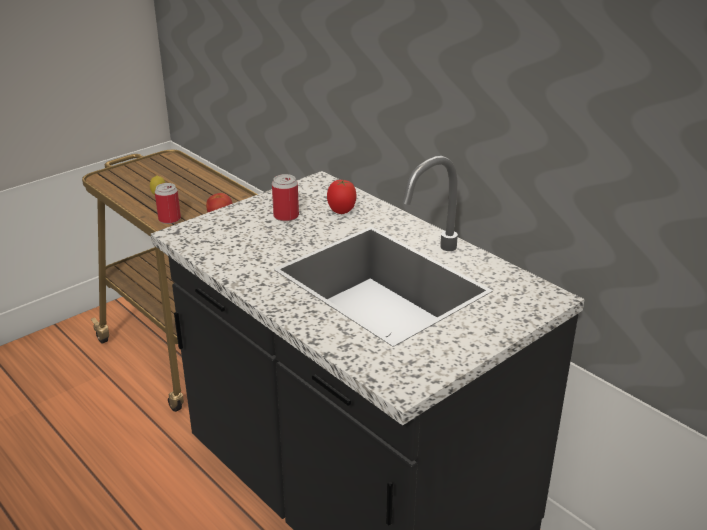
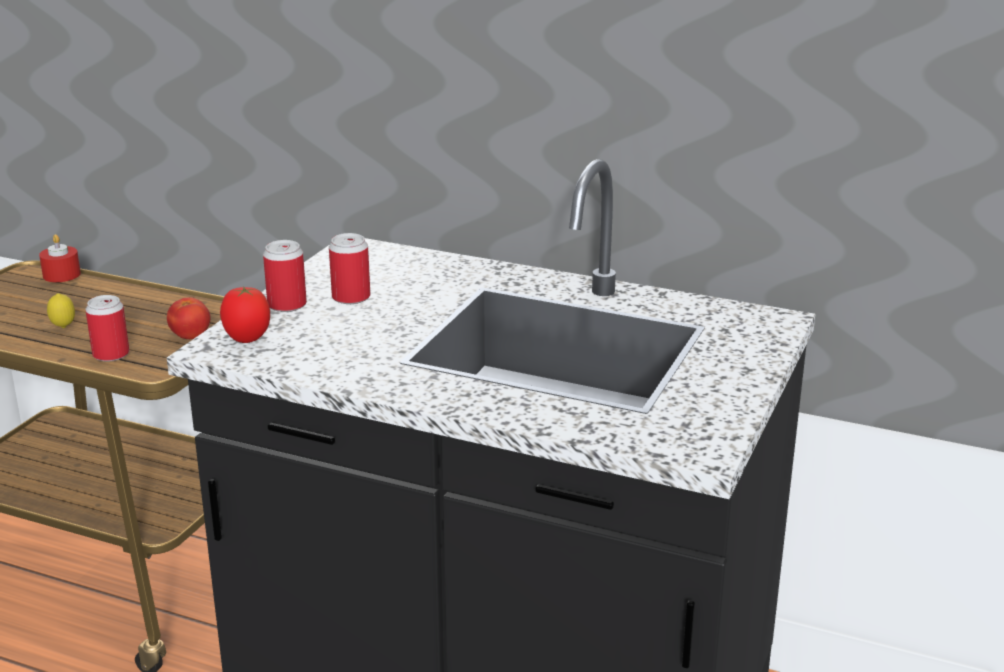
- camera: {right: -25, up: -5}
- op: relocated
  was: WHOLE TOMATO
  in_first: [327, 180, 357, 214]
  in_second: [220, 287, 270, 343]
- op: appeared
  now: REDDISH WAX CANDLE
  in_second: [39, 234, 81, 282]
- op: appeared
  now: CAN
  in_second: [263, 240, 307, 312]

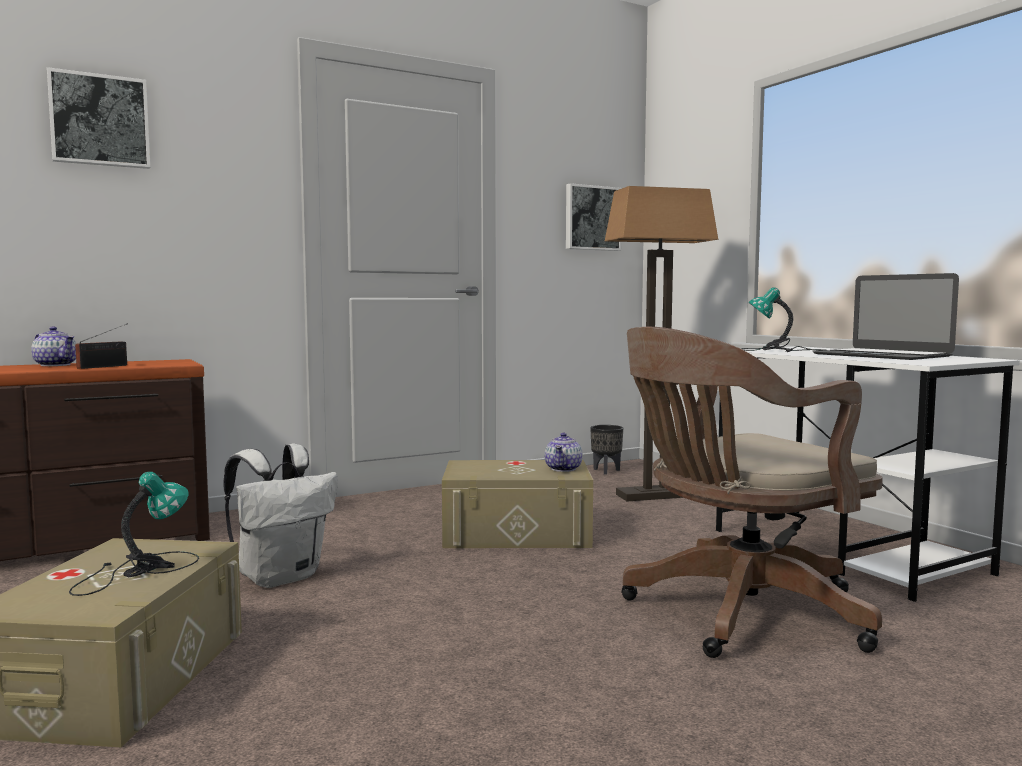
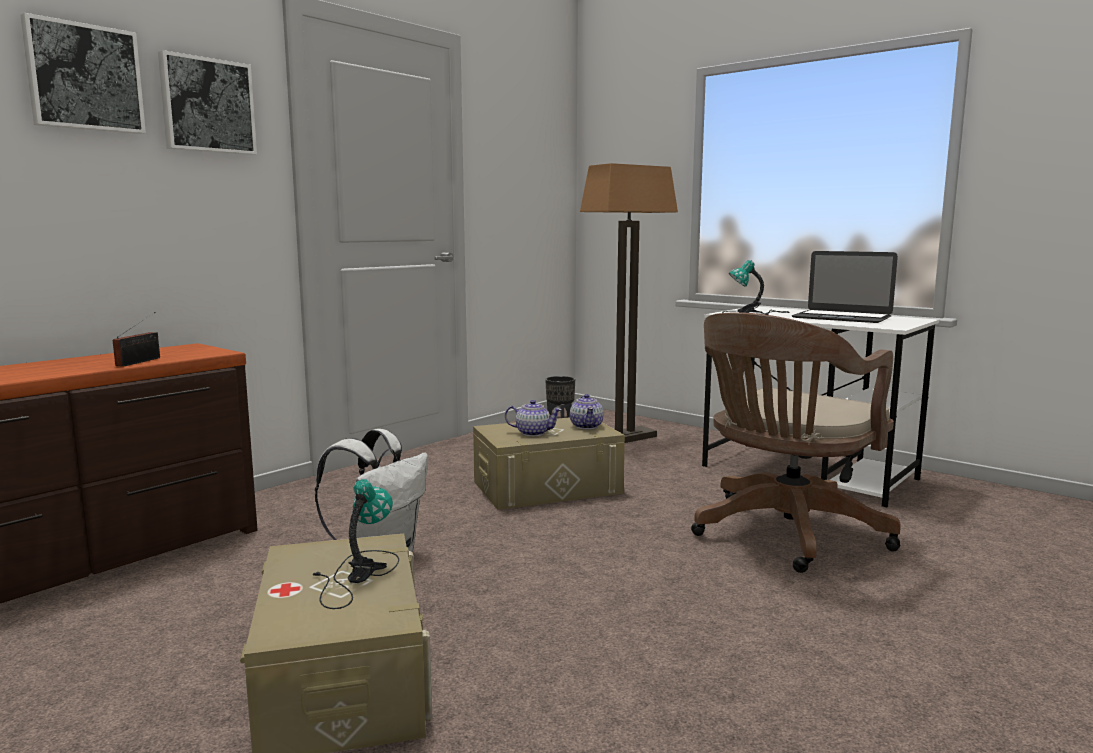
- camera: {right: -20, up: 5}
- op: relocated
  was: WALL PICTURE
  in_first: [566, 183, 622, 251]
  in_second: [158, 50, 257, 155]
- op: relocated
  was: POT FOR TEA
  in_first: [31, 326, 76, 366]
  in_second: [505, 400, 562, 436]

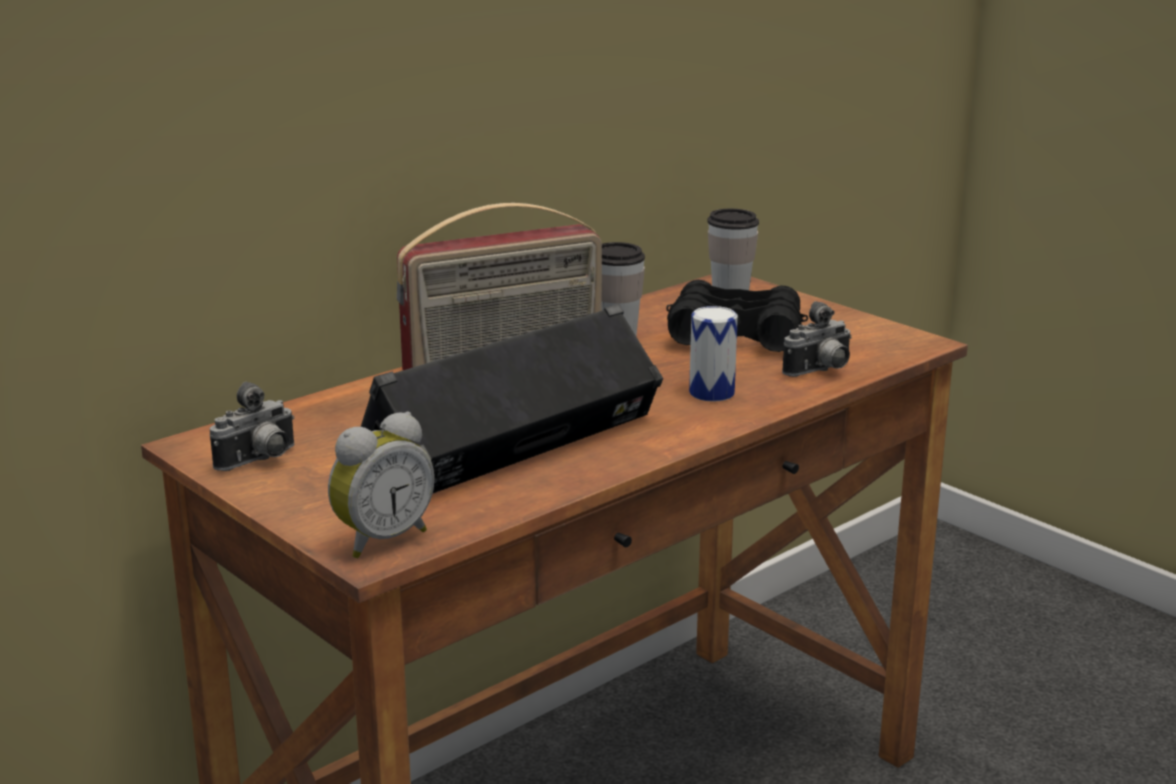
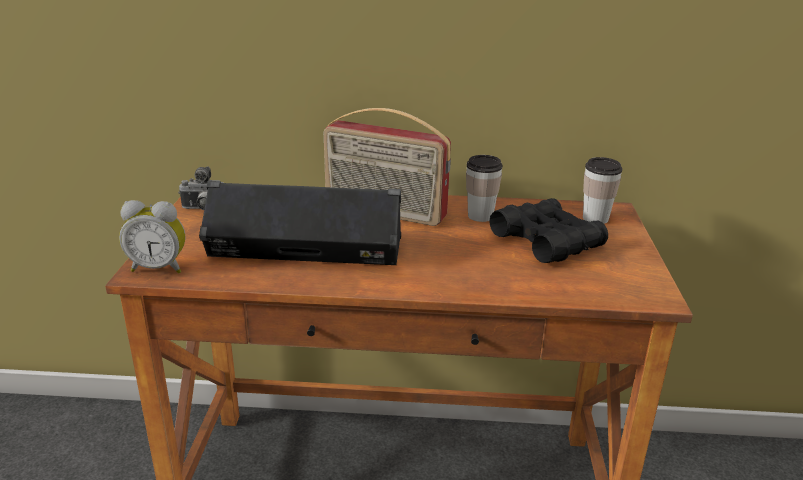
- camera: {right: 45, up: 5}
- op: missing
  was: STILL CAMERA
  in_first: [782, 301, 852, 377]
- op: missing
  was: CAN
  in_first: [689, 306, 738, 402]

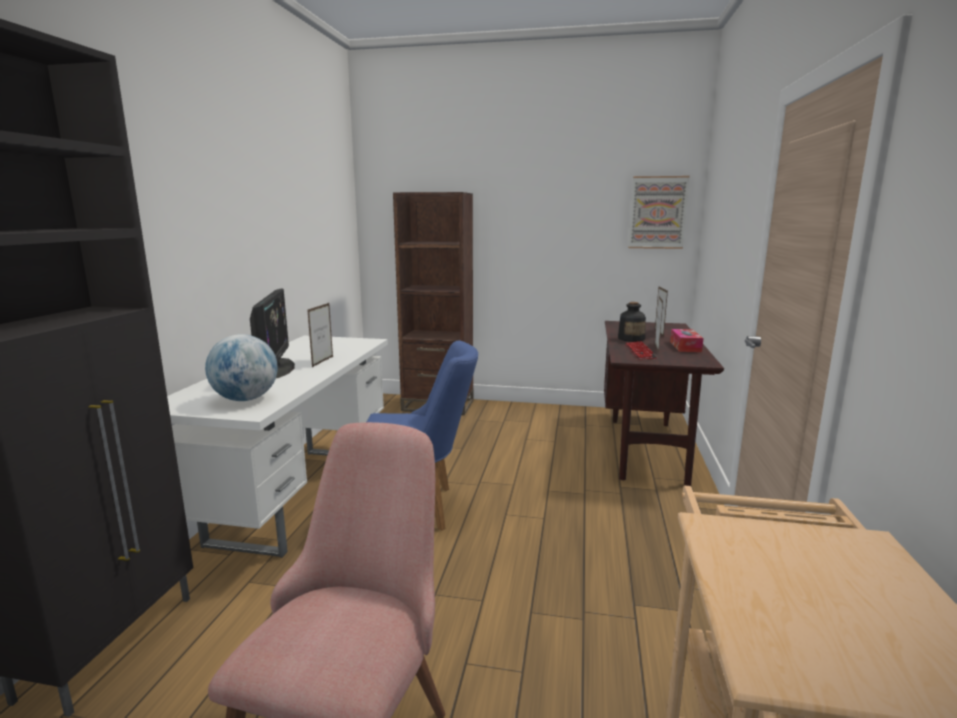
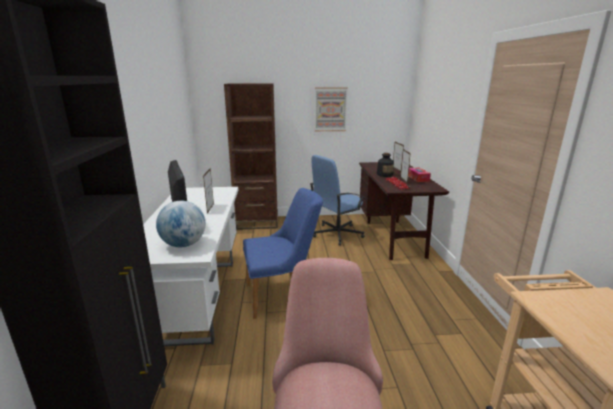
- camera: {right: -15, up: 5}
- op: relocated
  was: WALL PICTURE
  in_first: [628, 176, 690, 249]
  in_second: [315, 87, 348, 131]
- op: appeared
  now: BLUISH COMPUTER CHAIR
  in_second: [310, 155, 365, 246]

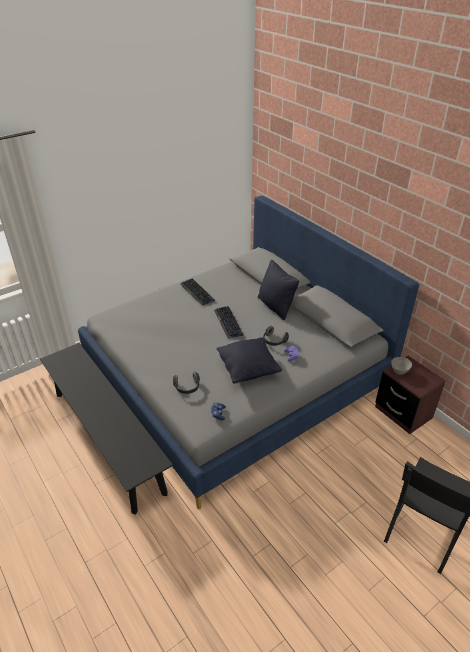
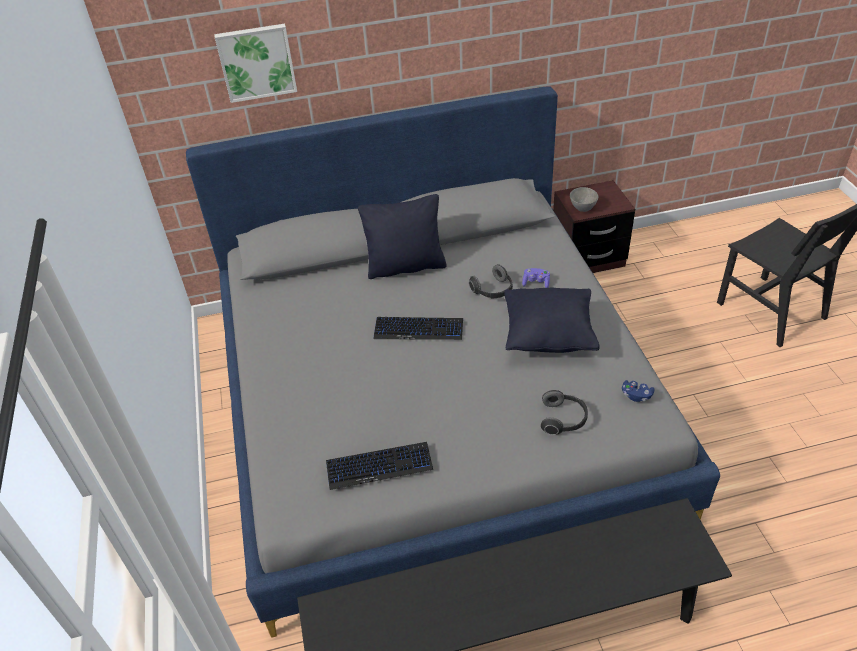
- camera: {right: -65, up: 5}
- op: relocated
  was: COMPUTER KEYBOARD
  in_first: [180, 278, 215, 305]
  in_second: [326, 442, 433, 490]
- op: appeared
  now: WALL PICTURE
  in_second: [214, 24, 297, 103]

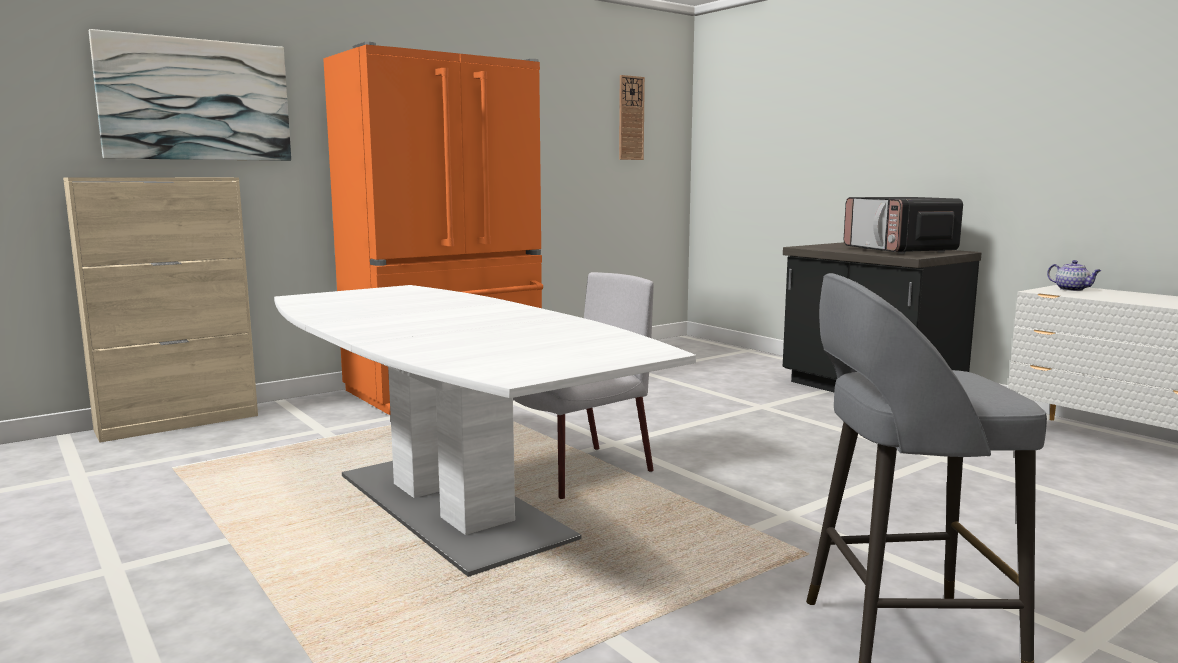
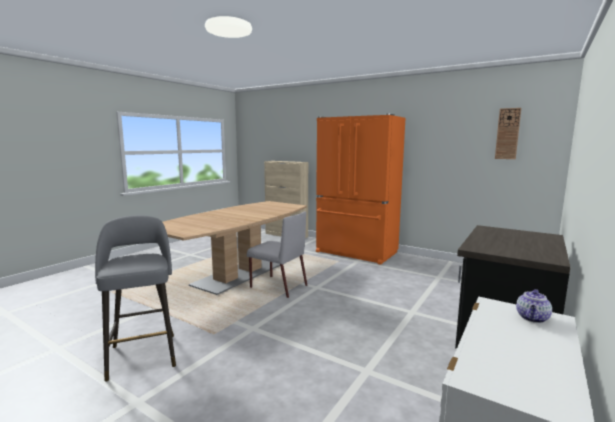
- camera: {right: 70, up: 0}
- op: missing
  was: WALL PICTURE
  in_first: [89, 29, 291, 161]
- op: missing
  was: KITCHEN MICROWAVE
  in_first: [844, 197, 963, 254]
- op: colour
  was: WHITISH DINNER TABLE
  now: BROWNISH DINNER TABLE
  in_first: [274, 285, 696, 577]
  in_second: [163, 201, 307, 295]

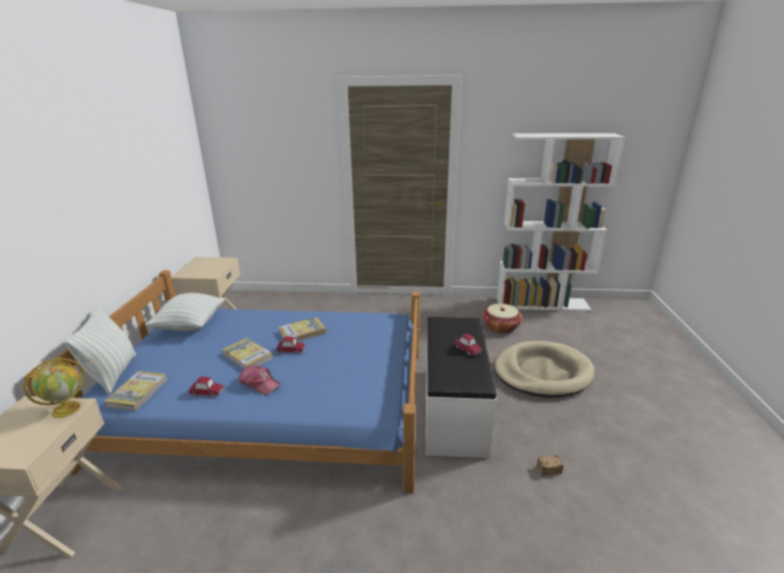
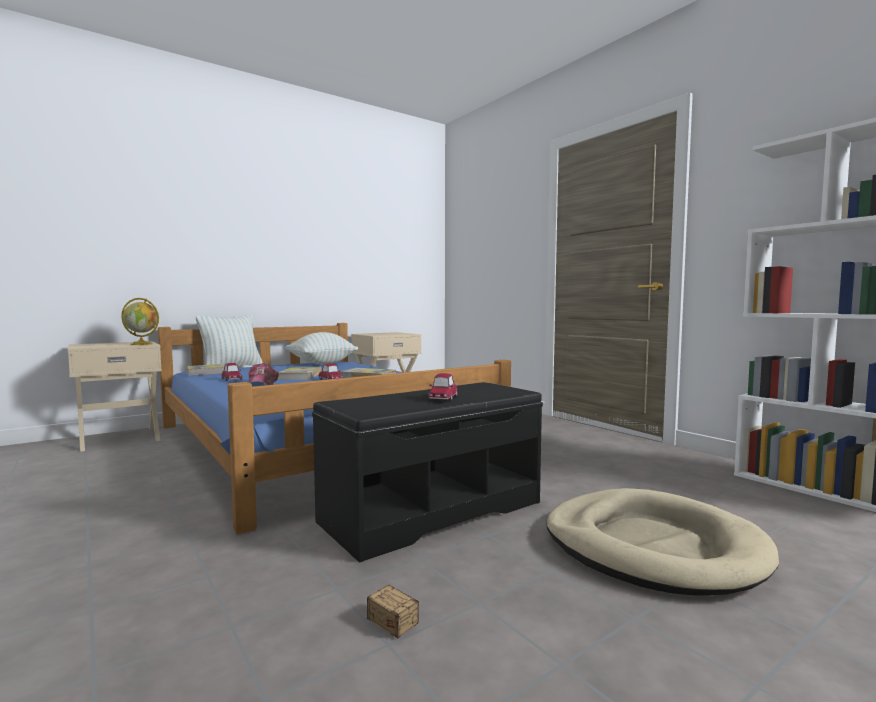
- camera: {right: 50, up: -20}
- op: missing
  was: STORAGE BASKET
  in_first: [482, 303, 522, 333]
- op: colour
  was: WHITISH LONG SEAT
  now: BLACK LONG SEAT
  in_first: [426, 317, 497, 458]
  in_second: [312, 382, 543, 563]

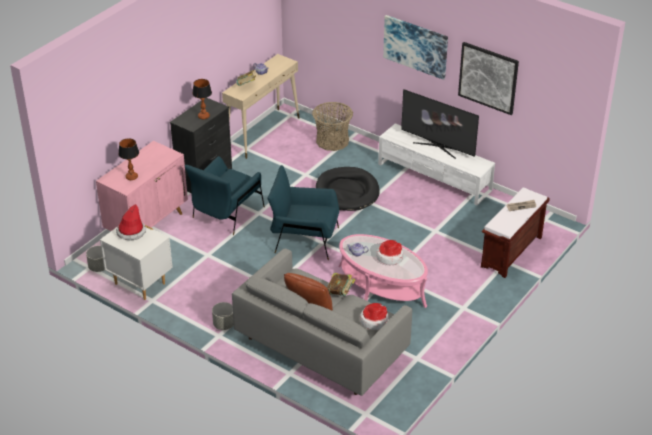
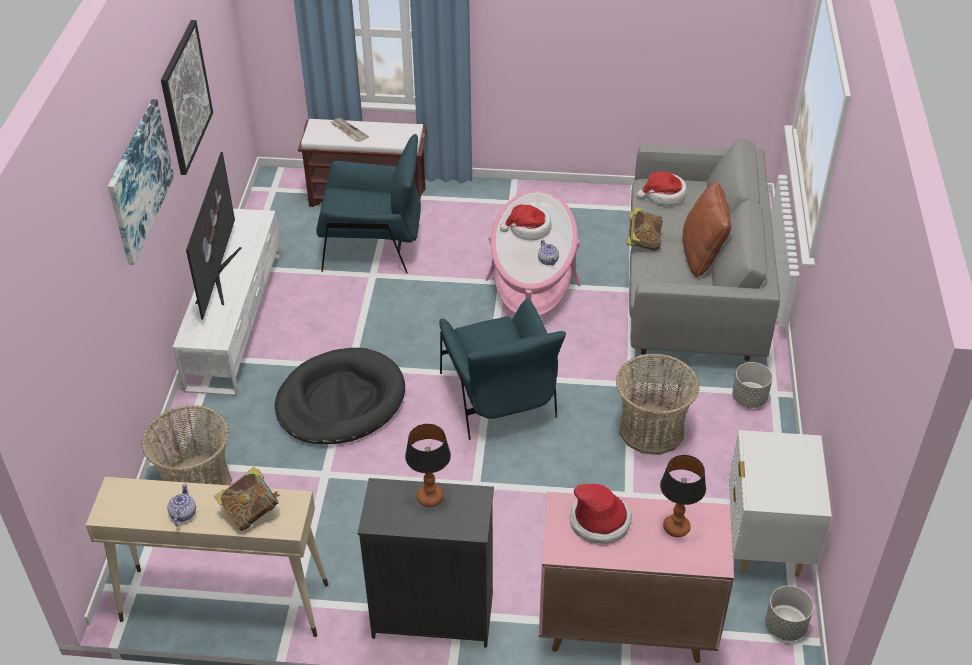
- camera: {right: -120, up: 5}
- op: relocated
  was: BLUISH EASY CHAIR
  in_first: [185, 156, 265, 235]
  in_second: [316, 134, 421, 274]
- op: relocated
  was: CLOTHING HAT
  in_first: [116, 204, 146, 241]
  in_second: [570, 484, 632, 544]
- op: appeared
  now: STORAGE BASKET
  in_second: [616, 353, 699, 455]

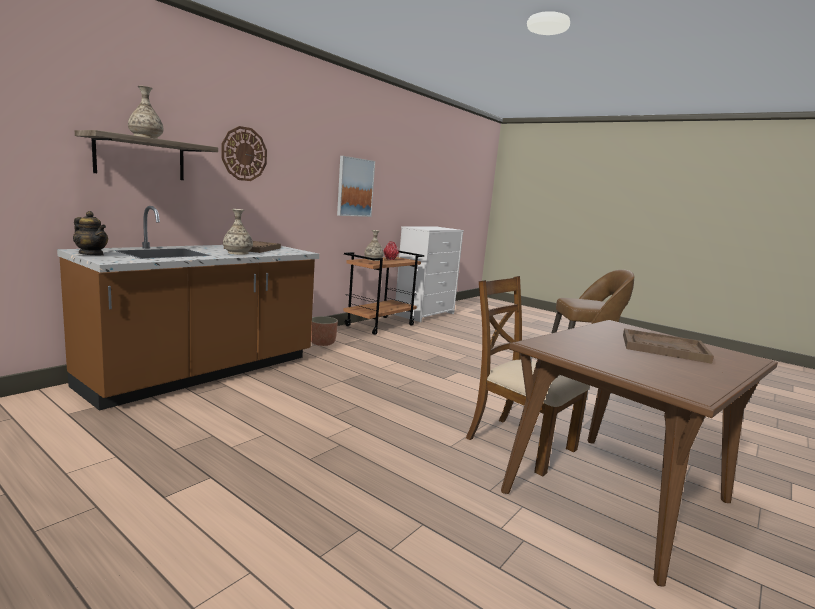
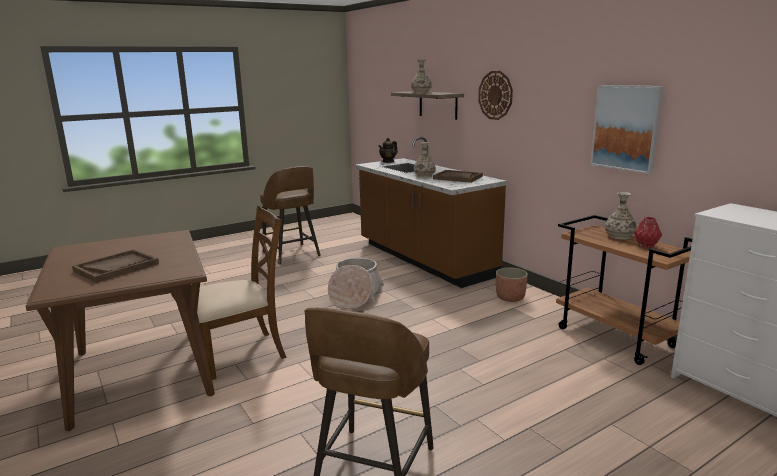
- camera: {right: 110, up: 5}
- op: appeared
  now: BROWNISH STOOL SEAT
  in_second: [260, 166, 321, 265]
- op: appeared
  now: STORAGE BASKET
  in_second: [328, 258, 384, 309]

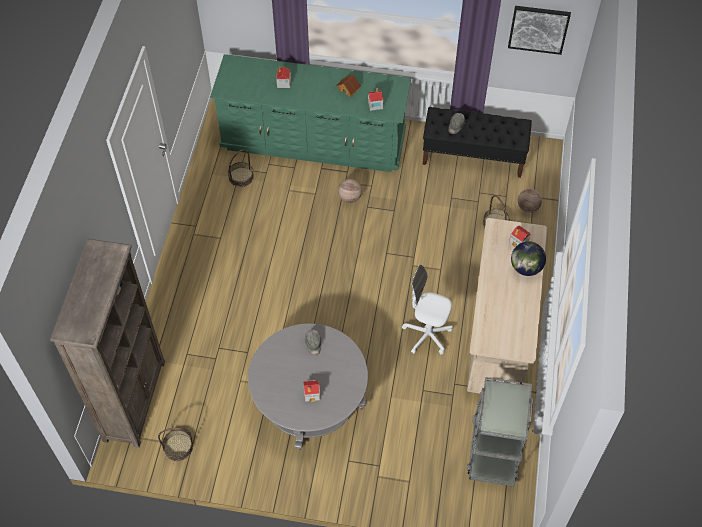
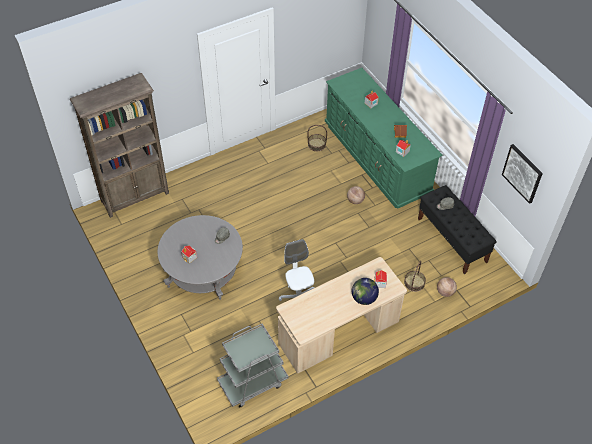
- camera: {right: 50, up: -5}
- op: missing
  was: STORAGE BASKET
  in_first: [158, 428, 193, 461]

